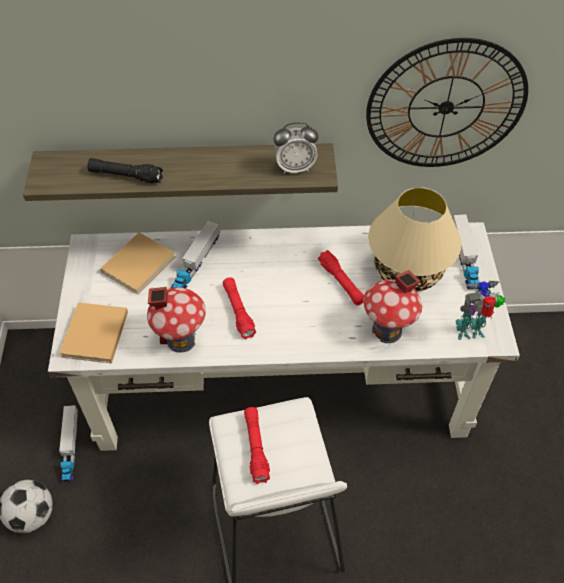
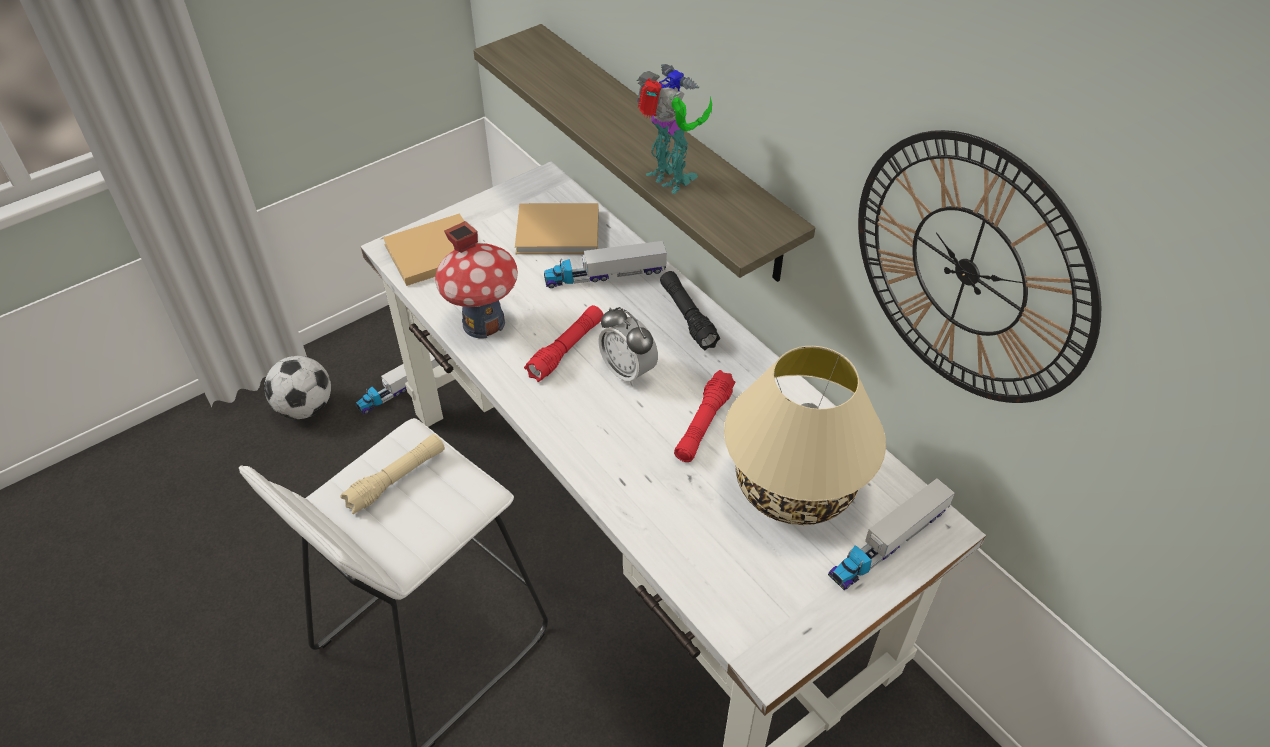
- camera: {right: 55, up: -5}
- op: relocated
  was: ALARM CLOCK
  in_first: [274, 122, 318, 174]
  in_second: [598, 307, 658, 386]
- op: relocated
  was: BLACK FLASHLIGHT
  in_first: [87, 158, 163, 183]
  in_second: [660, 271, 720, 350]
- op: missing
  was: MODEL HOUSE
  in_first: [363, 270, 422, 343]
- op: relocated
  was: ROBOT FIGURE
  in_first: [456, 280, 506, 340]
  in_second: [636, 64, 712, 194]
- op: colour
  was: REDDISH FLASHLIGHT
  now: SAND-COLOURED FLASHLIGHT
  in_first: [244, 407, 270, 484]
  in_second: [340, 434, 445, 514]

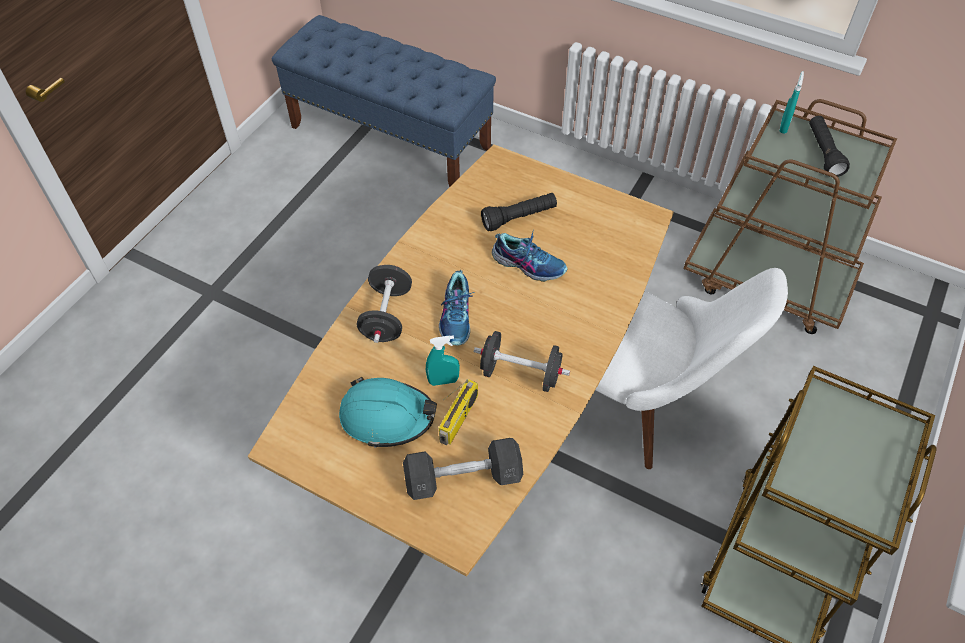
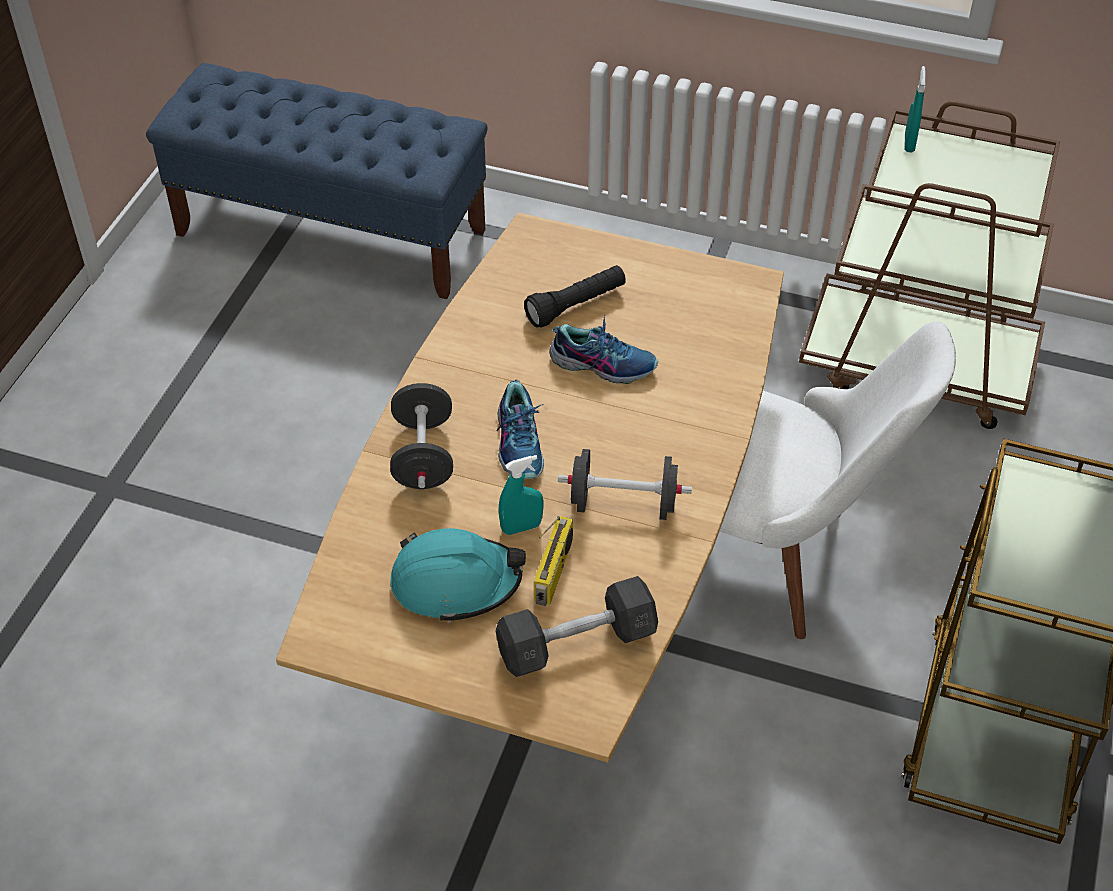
- camera: {right: -10, up: -5}
- op: missing
  was: BLACK FLASHLIGHT
  in_first: [809, 116, 850, 177]

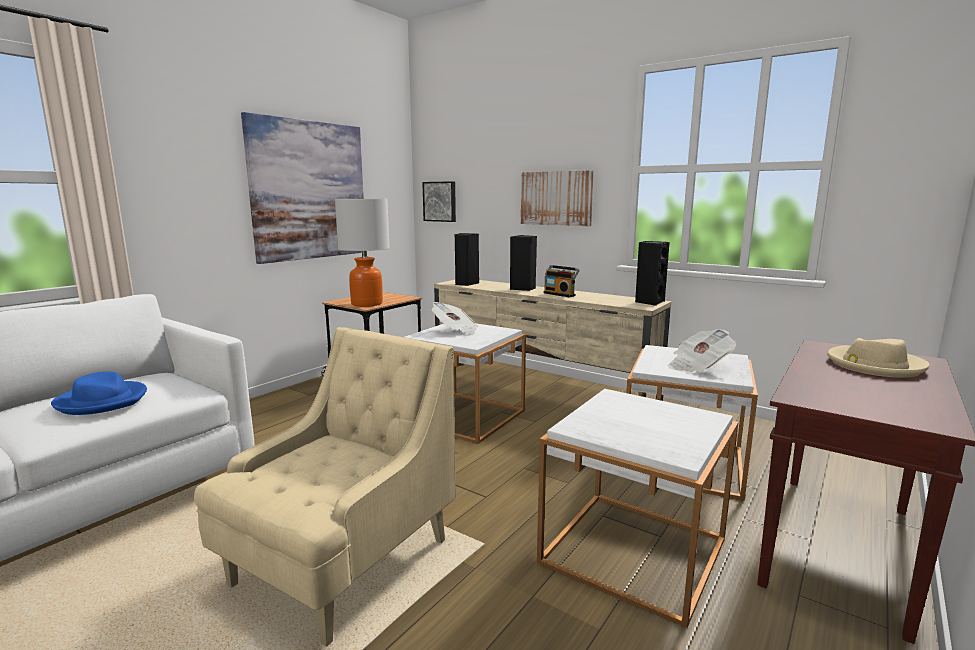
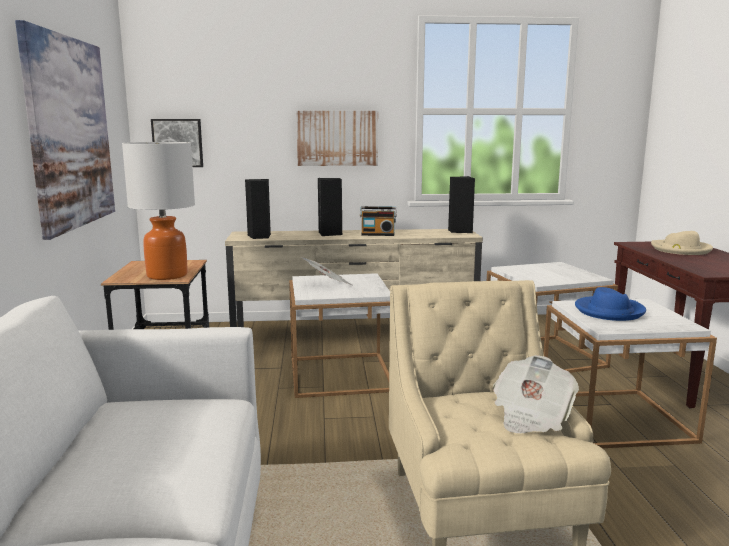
- camera: {right: -40, up: 0}
- op: relocated
  was: NEWSPAPER
  in_first: [668, 329, 736, 373]
  in_second: [493, 355, 579, 433]
- op: relocated
  was: BLUISH CLOTHING HAT
  in_first: [51, 372, 147, 415]
  in_second: [575, 287, 646, 321]

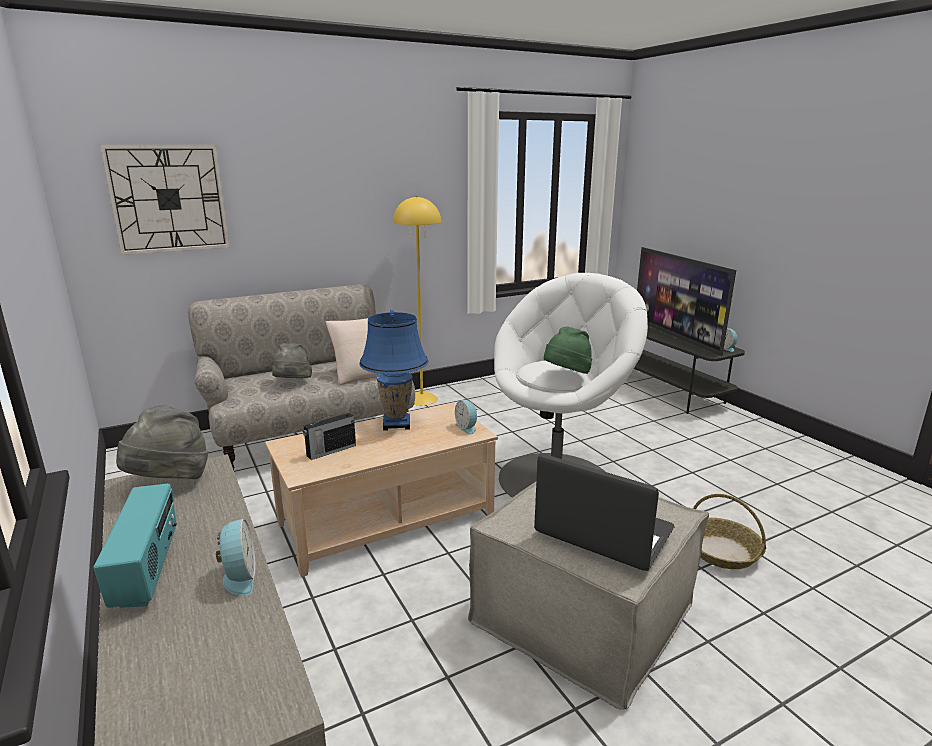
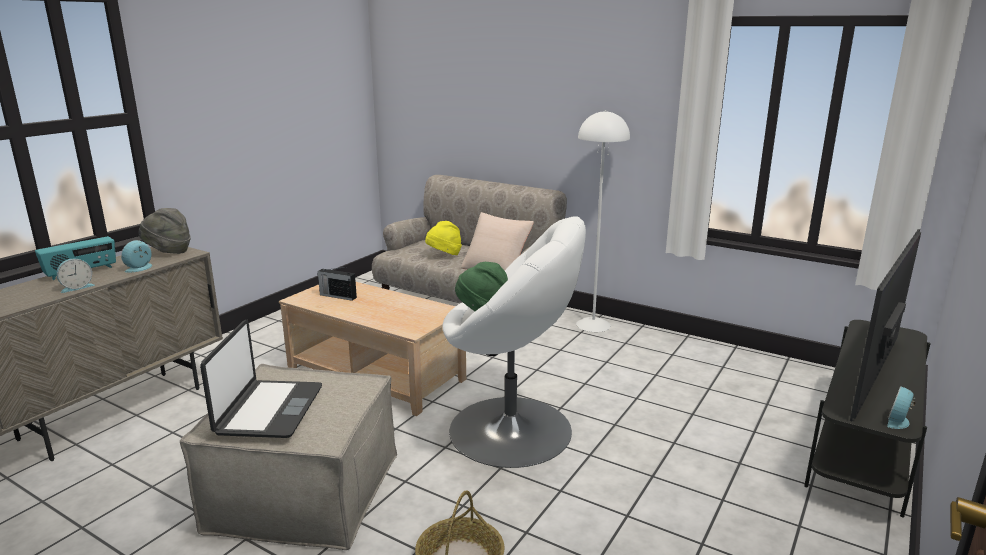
- camera: {right: 60, up: 0}
- op: missing
  was: HANGING CLOCK
  in_first: [100, 145, 230, 255]
- op: colour
  was: YELLOW STANDING LAMP
  now: WHITISH STANDING LAMP
  in_first: [393, 196, 441, 405]
  in_second: [576, 110, 630, 332]
- op: missing
  was: BLUISH TABLE LAMP
  in_first: [359, 310, 428, 431]
- op: colour
  was: GRAY CLOTHING HAT
  now: YELLOW CLOTHING HAT
  in_first: [272, 343, 312, 378]
  in_second: [425, 221, 462, 255]
- op: relocated
  was: ALARM CLOCK
  in_first: [455, 400, 478, 435]
  in_second: [121, 240, 152, 272]

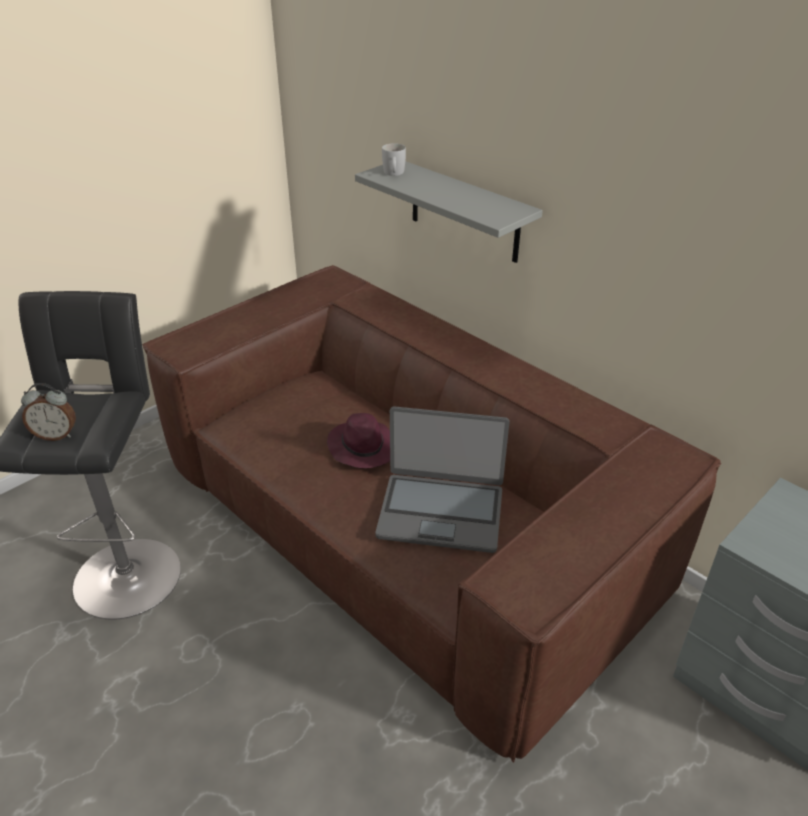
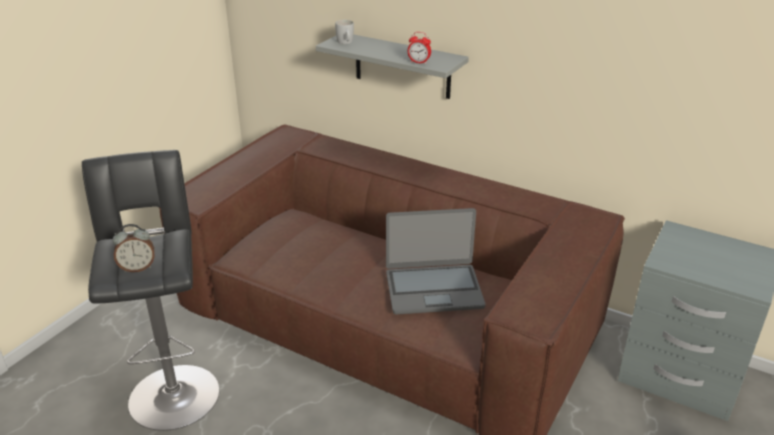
- camera: {right: -15, up: -5}
- op: missing
  was: PURPLE-COLOURED CLOTHING HAT
  in_first: [327, 413, 390, 468]
- op: appeared
  now: ALARM CLOCK
  in_second: [408, 32, 431, 64]

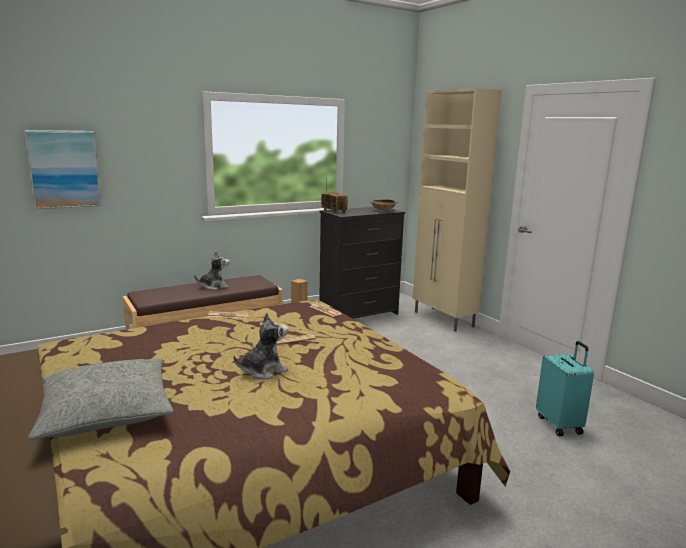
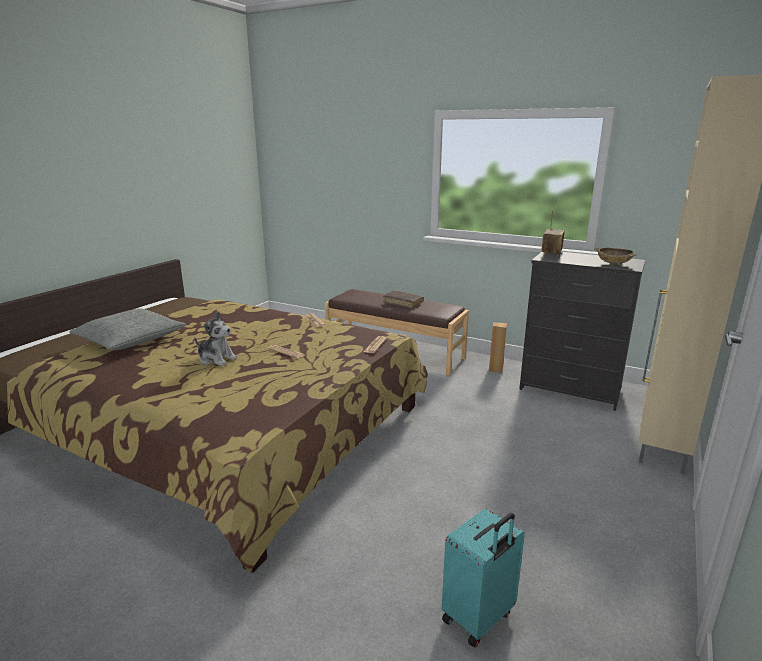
- camera: {right: 60, up: 5}
- op: missing
  was: WALL PICTURE
  in_first: [24, 130, 102, 209]
- op: exchanged
  was: SOFT TOY
  now: BROWNISH BOOK
  in_first: [194, 251, 230, 290]
  in_second: [383, 290, 424, 308]

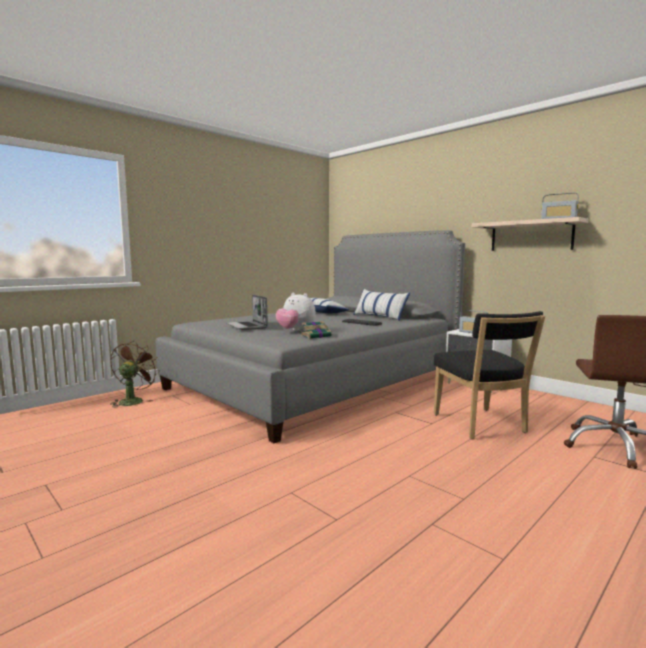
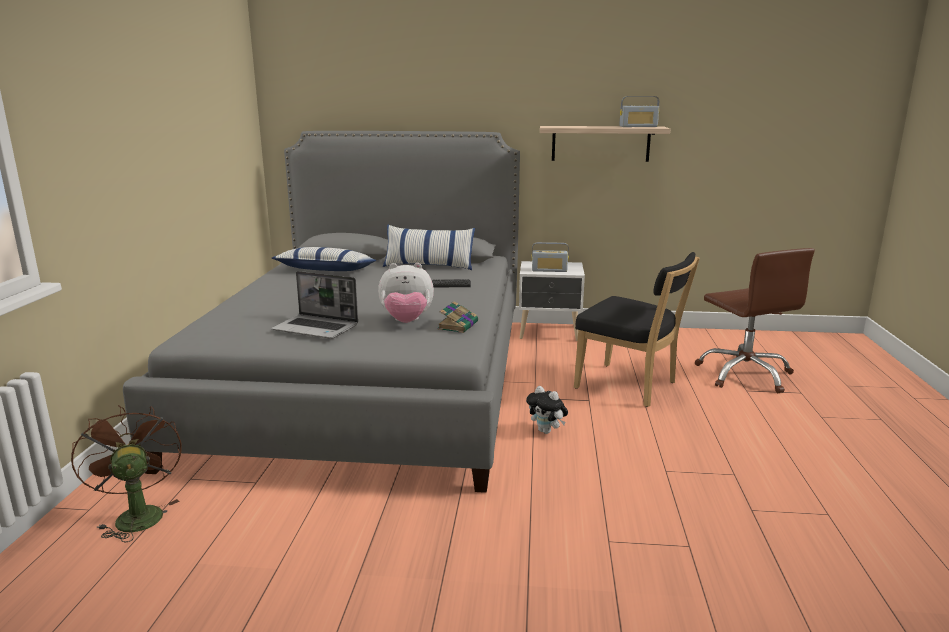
- camera: {right: -40, up: 10}
- op: appeared
  now: SOFT TOY
  in_second: [526, 386, 568, 434]

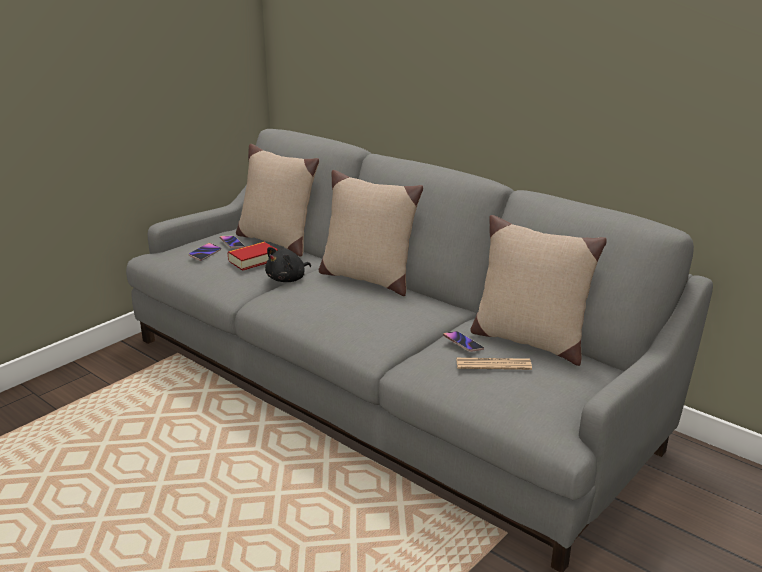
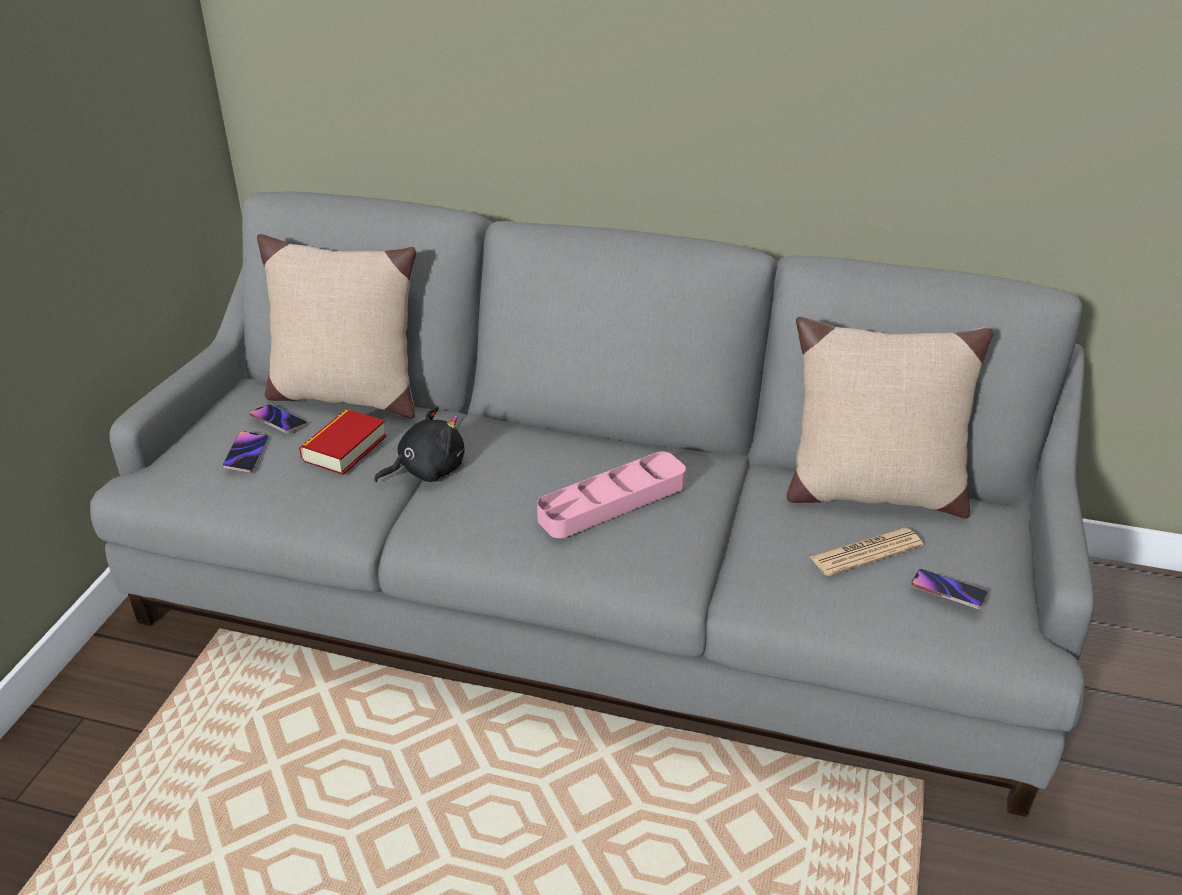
- camera: {right: -25, up: 10}
- op: missing
  was: SAND-COLOURED THROW PILLOW
  in_first: [319, 170, 423, 296]
- op: spun
  was: BLACK SOFT TOY
  in_first: [265, 247, 311, 282]
  in_second: [374, 406, 465, 482]
  clockwise: -135
- op: relocated
  was: TELEPHONE
  in_first: [443, 331, 484, 352]
  in_second: [911, 569, 988, 609]
- op: appeared
  now: PINK-COLOURED SERVING TRAY
  in_second: [537, 452, 686, 538]

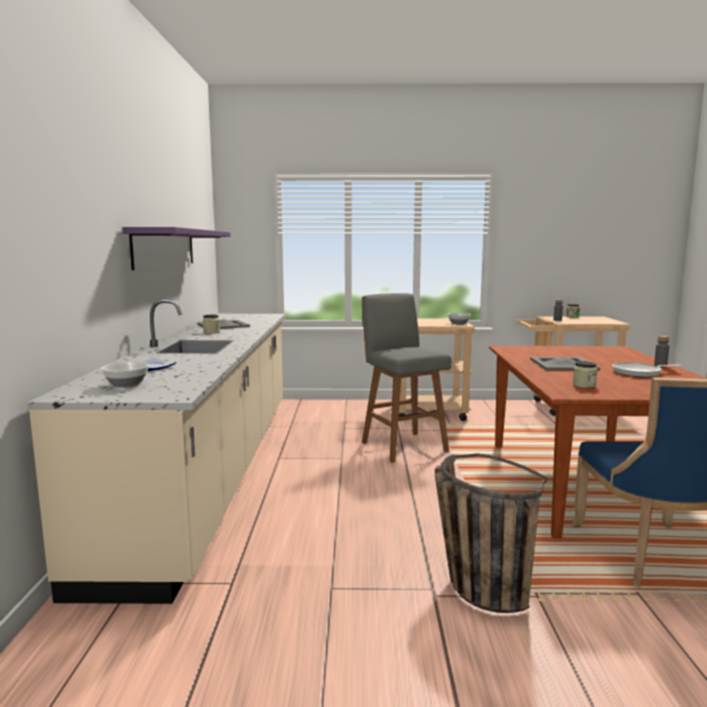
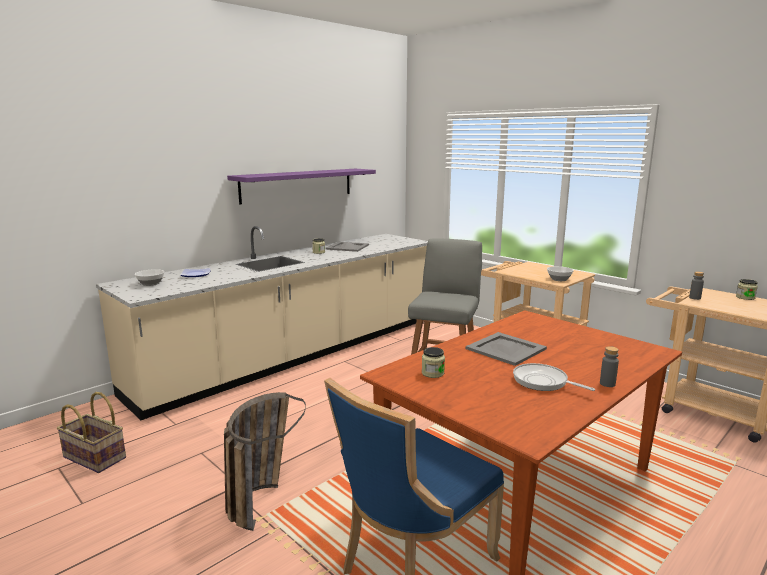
- camera: {right: 45, up: 5}
- op: appeared
  now: STORAGE BASKET
  in_second: [57, 392, 126, 473]

